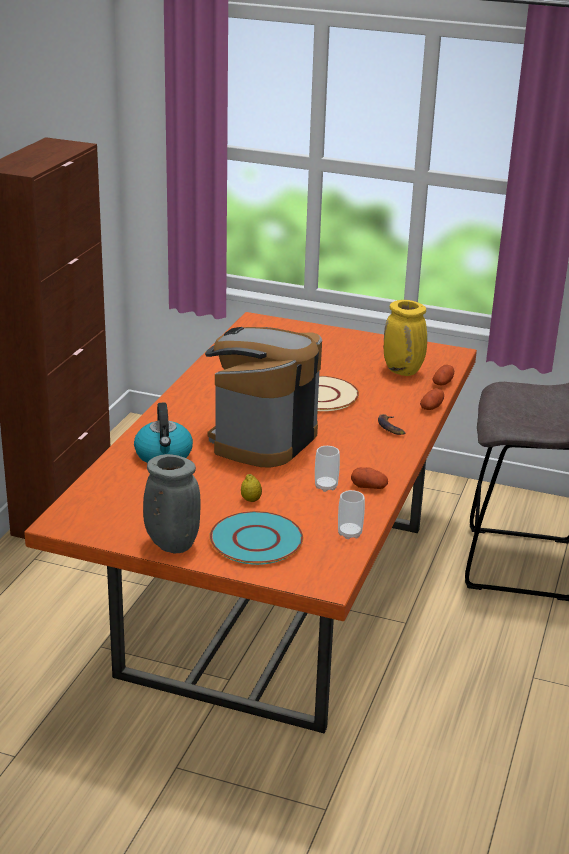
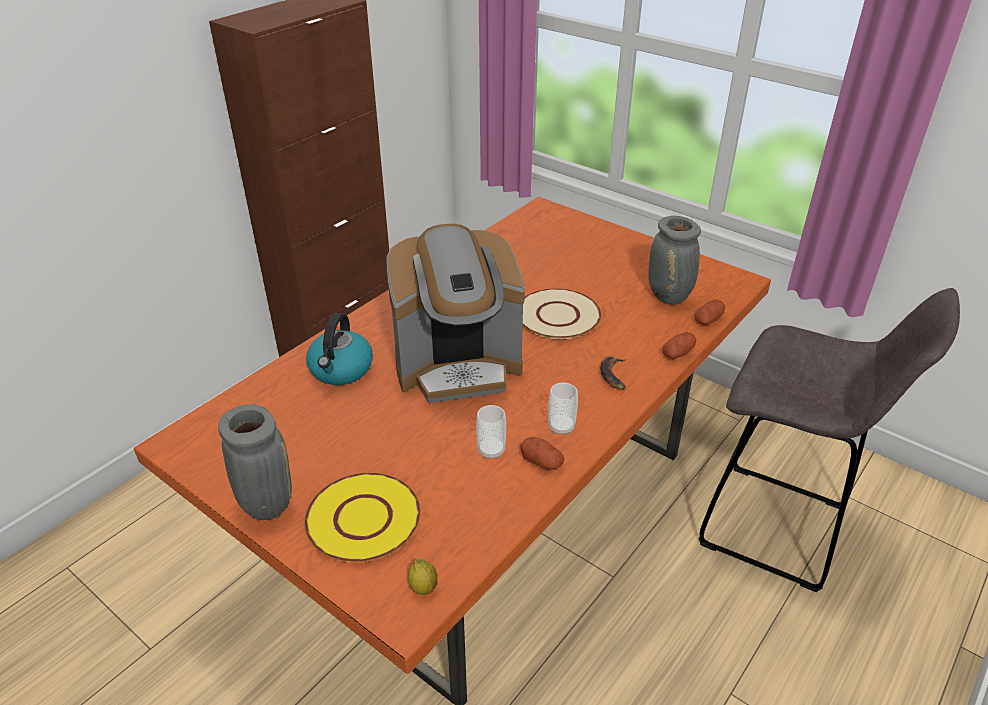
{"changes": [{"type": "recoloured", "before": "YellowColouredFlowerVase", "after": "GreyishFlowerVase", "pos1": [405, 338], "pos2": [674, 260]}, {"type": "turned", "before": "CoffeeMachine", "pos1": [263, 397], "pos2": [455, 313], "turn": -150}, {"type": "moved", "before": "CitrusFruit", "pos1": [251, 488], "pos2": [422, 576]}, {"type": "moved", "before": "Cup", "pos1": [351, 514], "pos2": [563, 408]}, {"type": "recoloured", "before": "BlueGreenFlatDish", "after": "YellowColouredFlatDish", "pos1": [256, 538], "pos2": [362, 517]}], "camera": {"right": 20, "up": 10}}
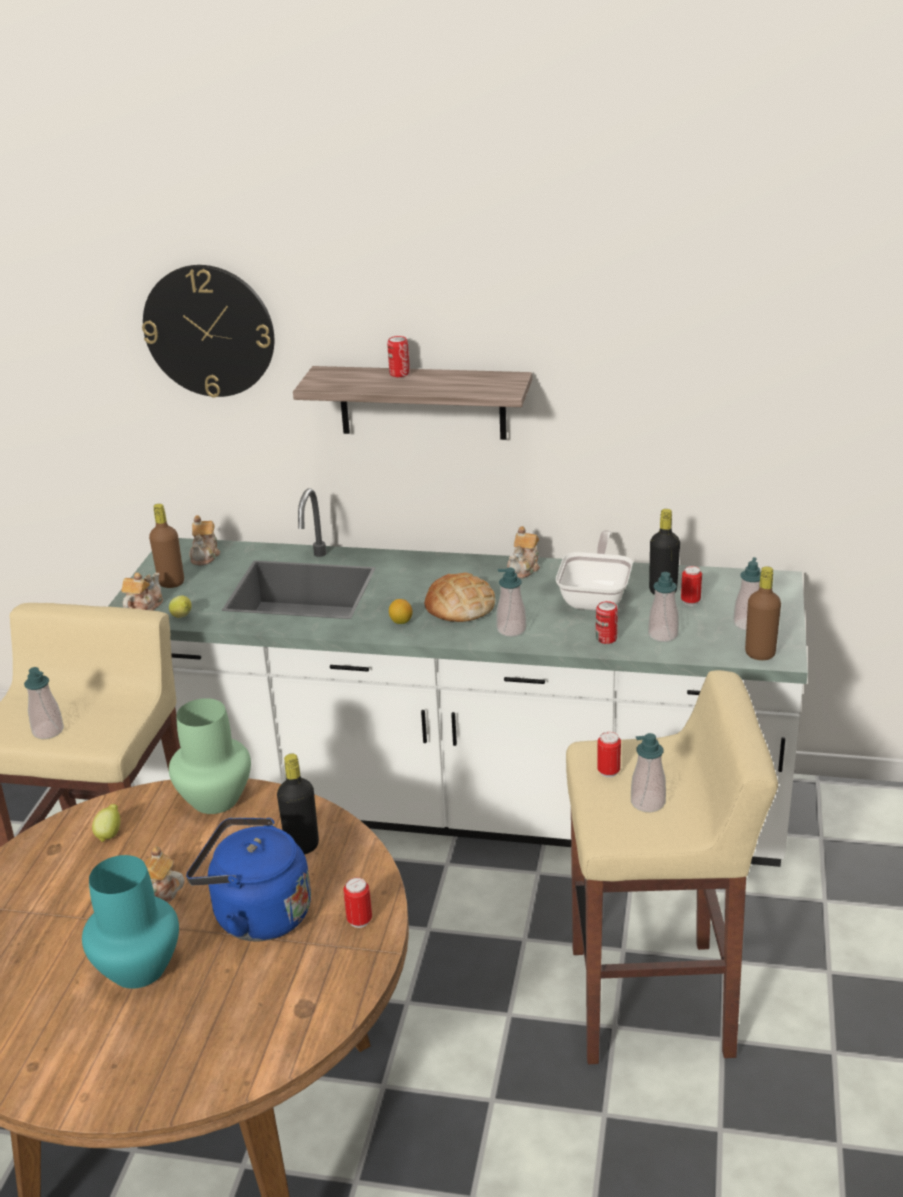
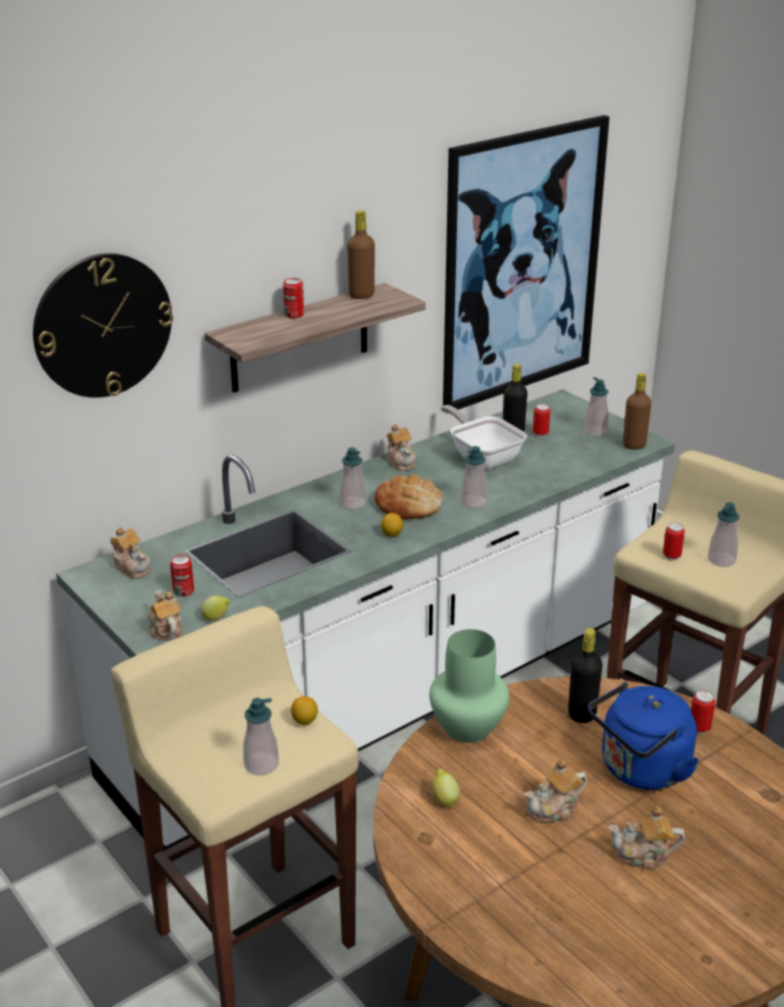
{"changes": [{"type": "moved", "before": "BrownBottle", "pos1": [166, 546], "pos2": [361, 254]}, {"type": "moved", "before": "LiquidSoapBottle", "pos1": [663, 607], "pos2": [352, 478]}, {"type": "moved", "before": "MetalCan", "pos1": [607, 622], "pos2": [182, 575]}, {"type": "replaced", "before": "BlueGreenFlowerVase", "after": "PotForTea", "pos1": [130, 922], "pos2": [646, 838]}, {"type": "added", "after": "WallArt", "pos2": [526, 262]}, {"type": "added", "after": "CitrusFruit", "pos2": [304, 710]}], "camera": {"right": -50, "up": 0}}
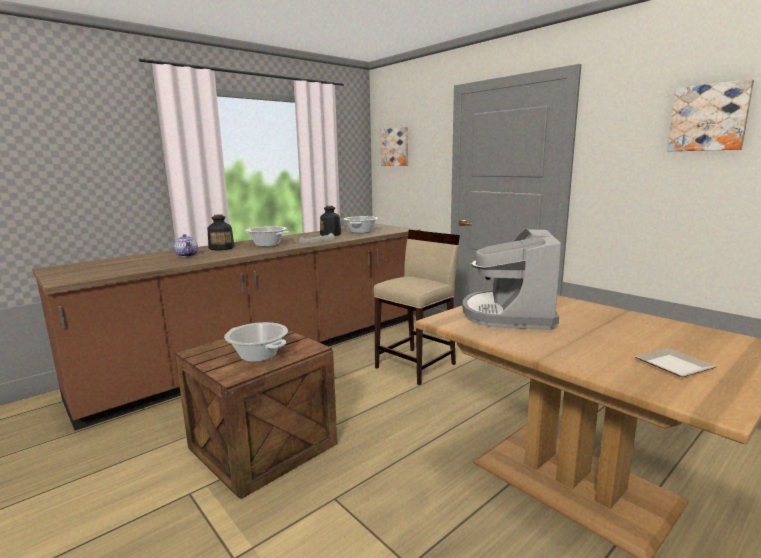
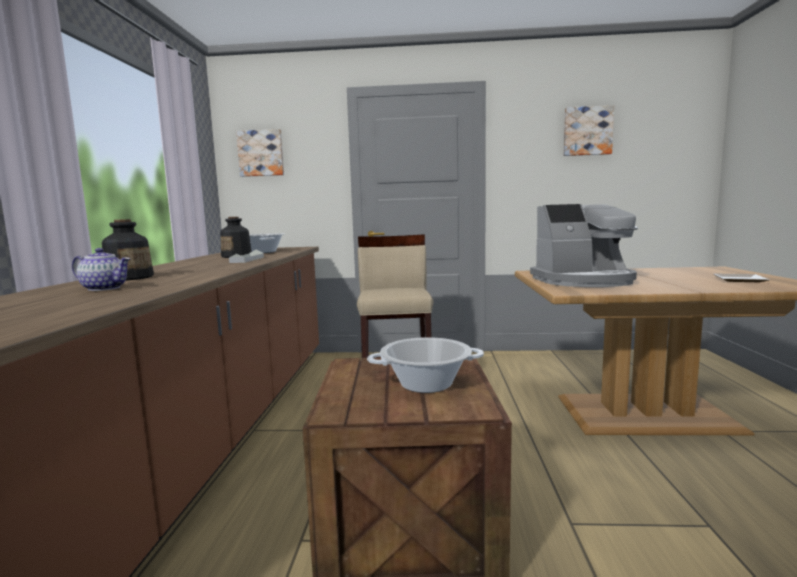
{"changes": [{"type": "removed", "before": "Saucepot", "pos1": [267, 236]}, {"type": "turned", "before": "CoffeeMachine", "pos1": [512, 279], "pos2": [584, 245], "turn": -60}], "camera": {"right": -45, "up": -5}}
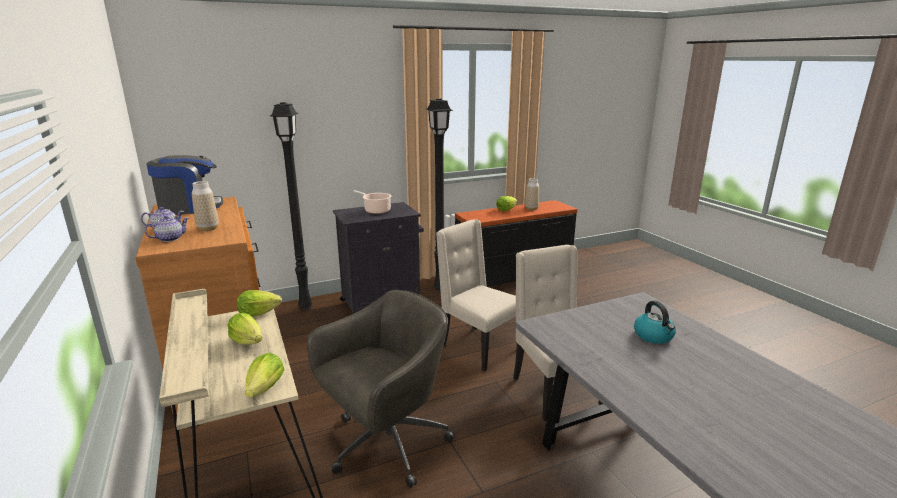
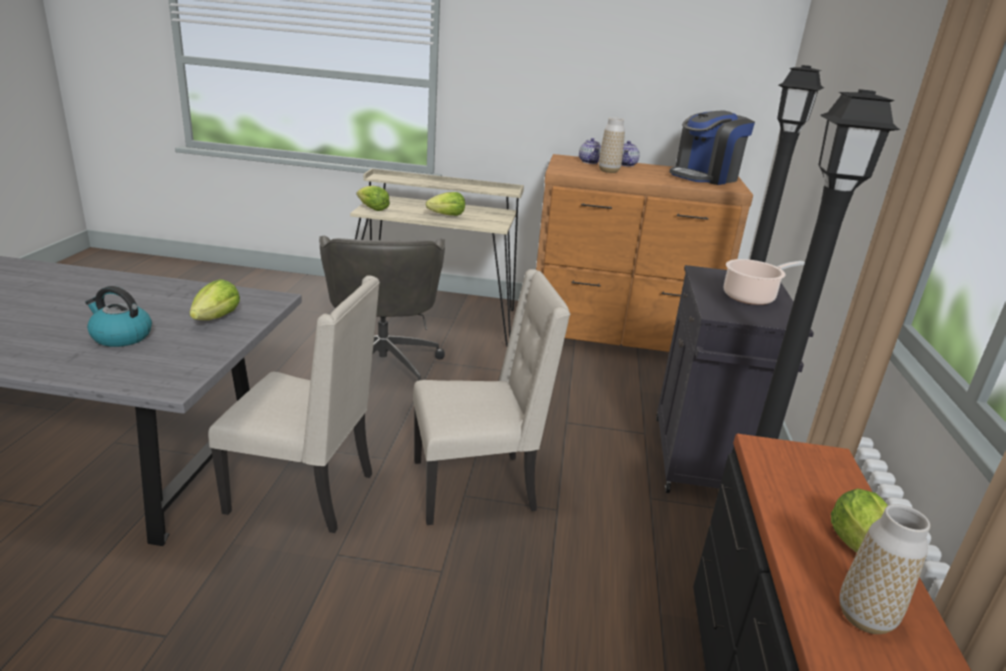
{"changes": [{"type": "turned", "before": "CoffeeMachine", "pos1": [184, 185], "pos2": [712, 147], "turn": 45}, {"type": "moved", "before": "Lettuce", "pos1": [259, 303], "pos2": [214, 299]}], "camera": {"right": 120, "up": 5}}
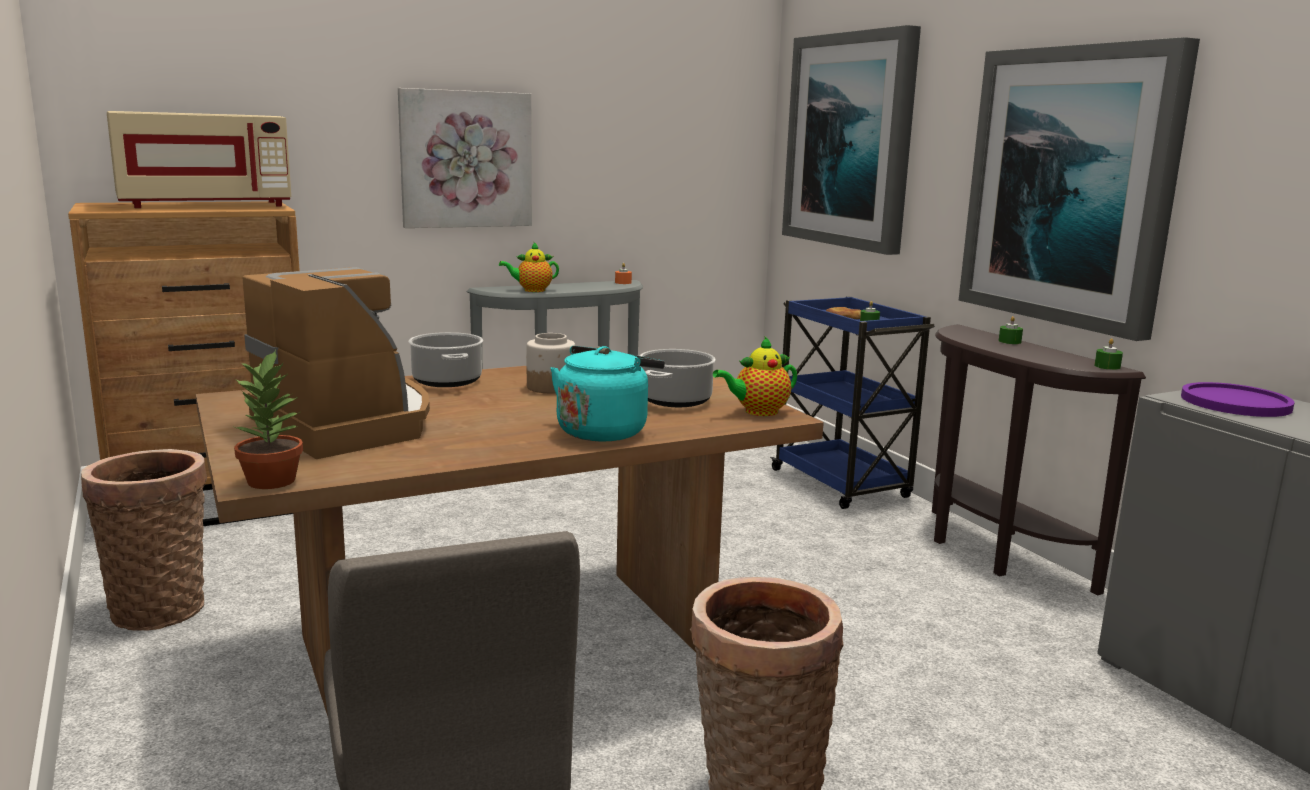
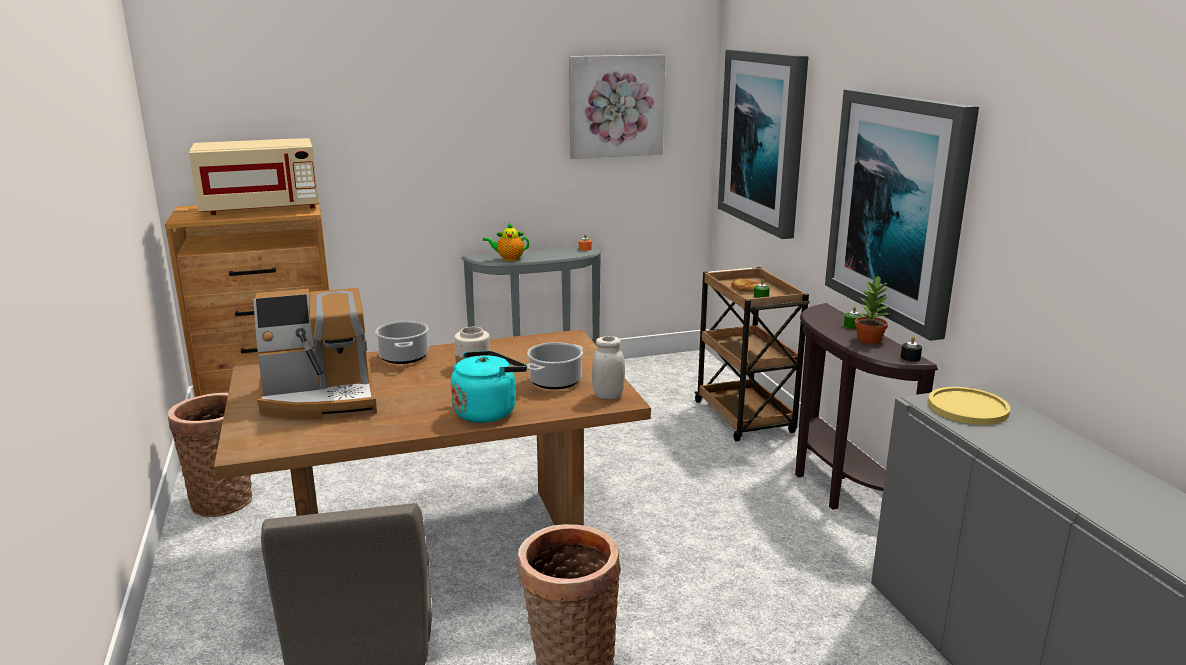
{"changes": [{"type": "moved", "before": "WallArt", "pos1": [465, 158], "pos2": [617, 107]}, {"type": "turned", "before": "CoffeeMachine", "pos1": [336, 363], "pos2": [315, 354], "turn": 105}, {"type": "recoloured", "before": "BluishTrolley", "after": "BrownTrolley", "pos1": [852, 402], "pos2": [752, 354]}, {"type": "replaced", "before": "PotForTea", "after": "WhitePreserveJar", "pos1": [755, 376], "pos2": [608, 367]}, {"type": "recoloured", "before": "GreenCandle", "after": "BlackCandle", "pos1": [1108, 354], "pos2": [911, 349]}, {"type": "moved", "before": "PlantInAPot", "pos1": [267, 419], "pos2": [872, 309]}, {"type": "recoloured", "before": "PurplishFlatDish", "after": "YellowColouredFlatDish", "pos1": [1238, 399], "pos2": [969, 406]}], "camera": {"right": 10, "up": 5}}
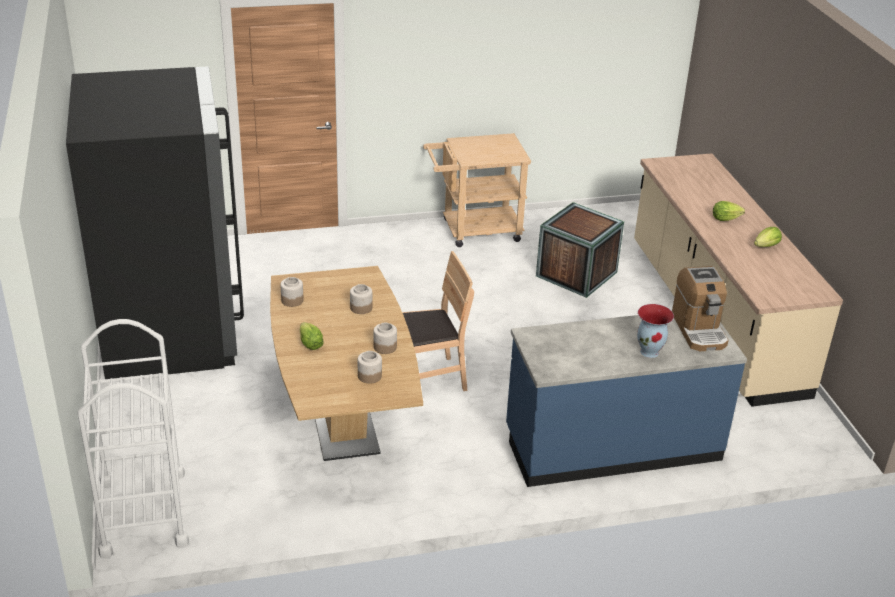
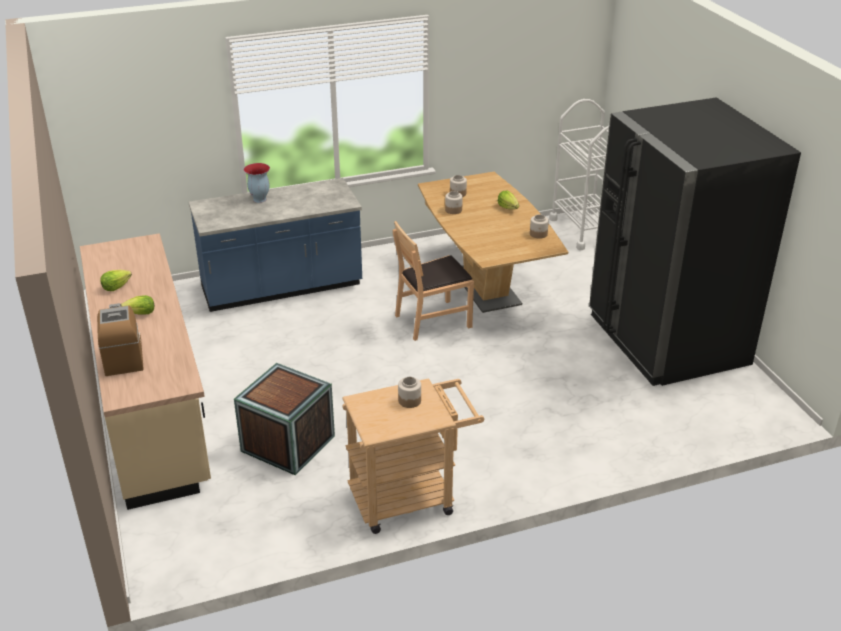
{"changes": [{"type": "moved", "before": "CoffeeMachine", "pos1": [700, 308], "pos2": [120, 339]}, {"type": "moved", "before": "PreserveJar", "pos1": [361, 299], "pos2": [409, 392]}], "camera": {"right": 175, "up": 0}}
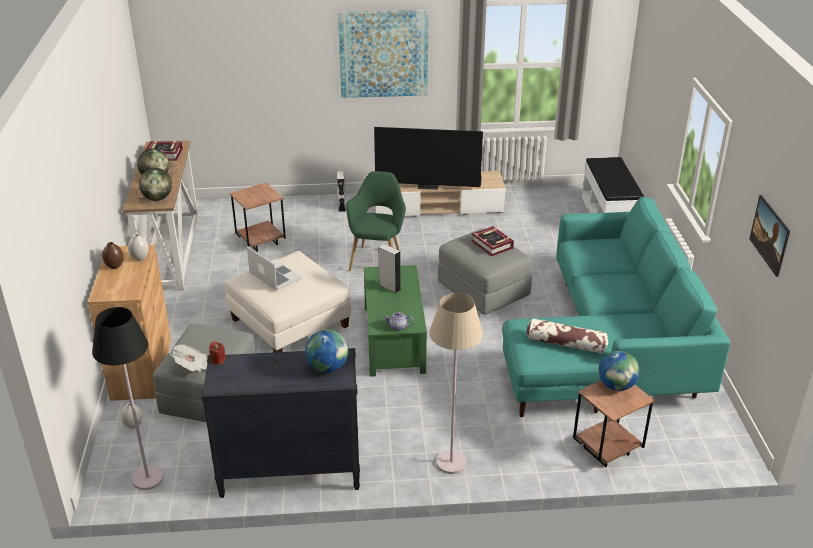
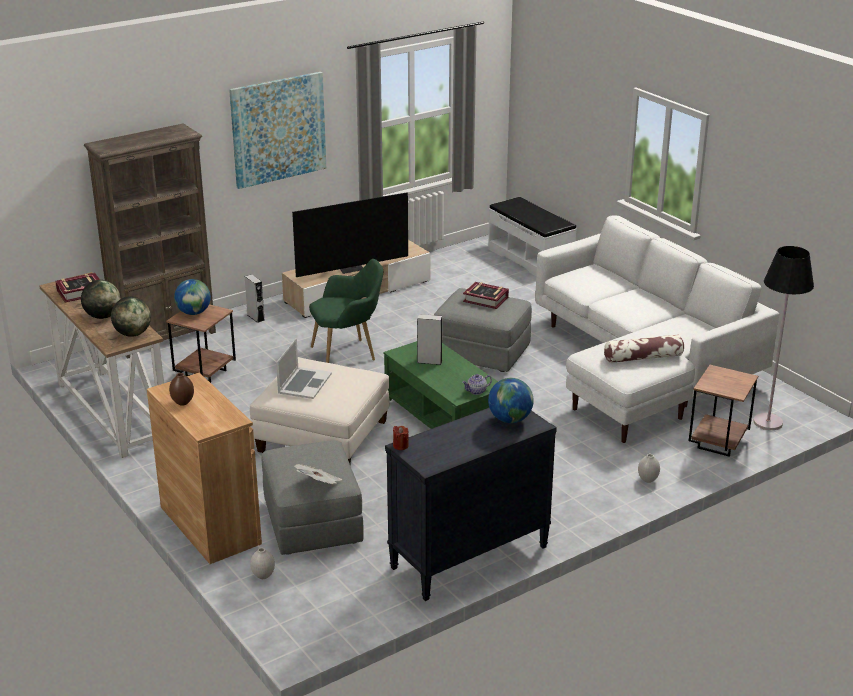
{"changes": [{"type": "turned", "before": "GreenEasyChair", "pos1": [376, 221], "pos2": [346, 311], "turn": 90}, {"type": "removed", "before": "WallArt", "pos1": [769, 236]}, {"type": "recoloured", "before": "BlueGreenSofa", "after": "WhiteSofa", "pos1": [616, 307], "pos2": [657, 329]}, {"type": "moved", "before": "WhiteFlowerVase", "pos1": [138, 247], "pos2": [649, 468]}, {"type": "turned", "before": "Laptop", "pos1": [274, 268], "pos2": [304, 368], "turn": 90}, {"type": "removed", "before": "SandColouredStandingLamp", "pos1": [456, 383]}, {"type": "moved", "before": "BlackStandingLamp", "pos1": [128, 398], "pos2": [783, 338]}, {"type": "moved", "before": "WorldGlobe", "pos1": [619, 371], "pos2": [192, 297]}, {"type": "added", "after": "BrownBookshelf", "pos2": [150, 241]}], "camera": {"right": -30, "up": -5}}
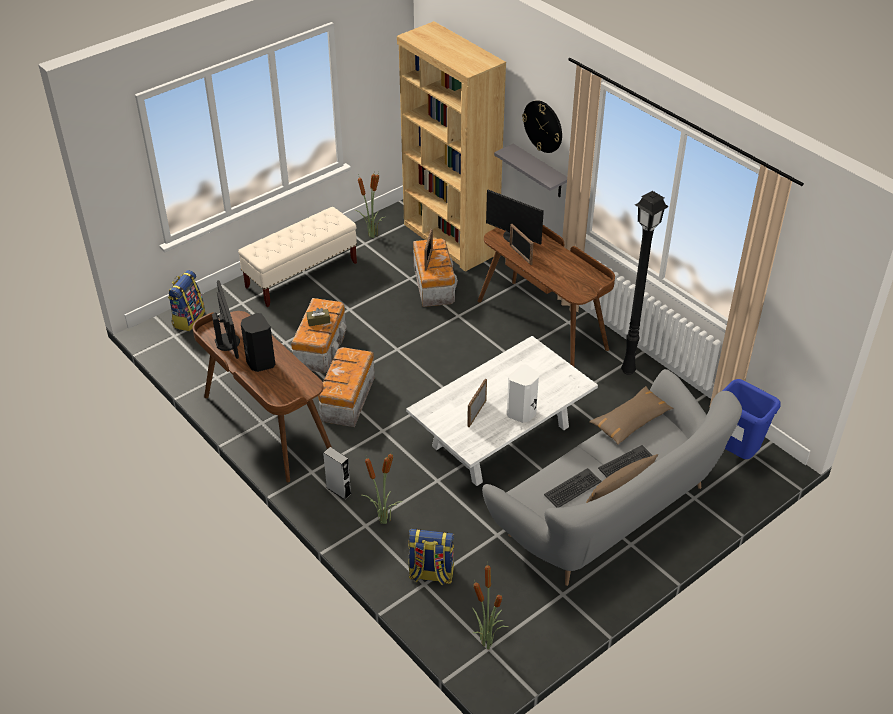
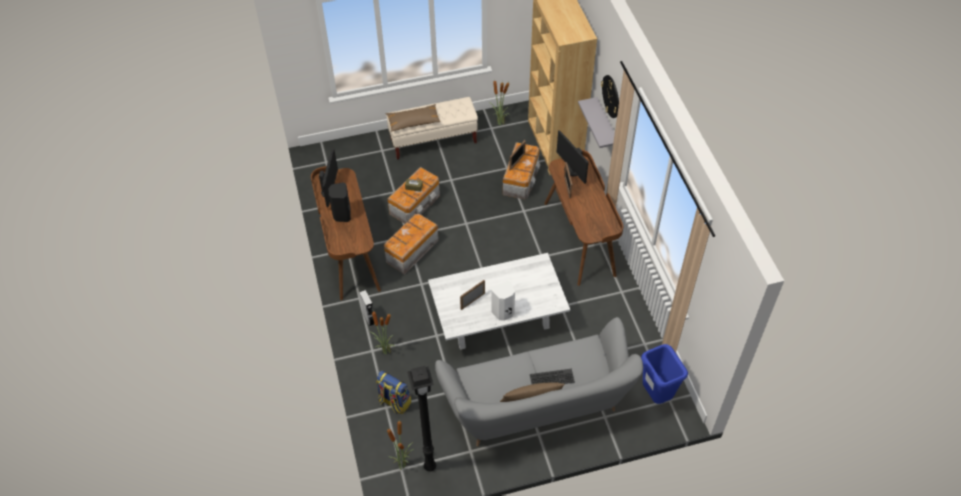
{"changes": [{"type": "moved", "before": "BlackStandingLamp", "pos1": [645, 283], "pos2": [421, 419]}, {"type": "removed", "before": "Knapsack", "pos1": [186, 300]}, {"type": "moved", "before": "BrownPillow", "pos1": [631, 415], "pos2": [413, 118]}, {"type": "removed", "before": "PcKeyboard", "pos1": [573, 488]}], "camera": {"right": 25, "up": 10}}
